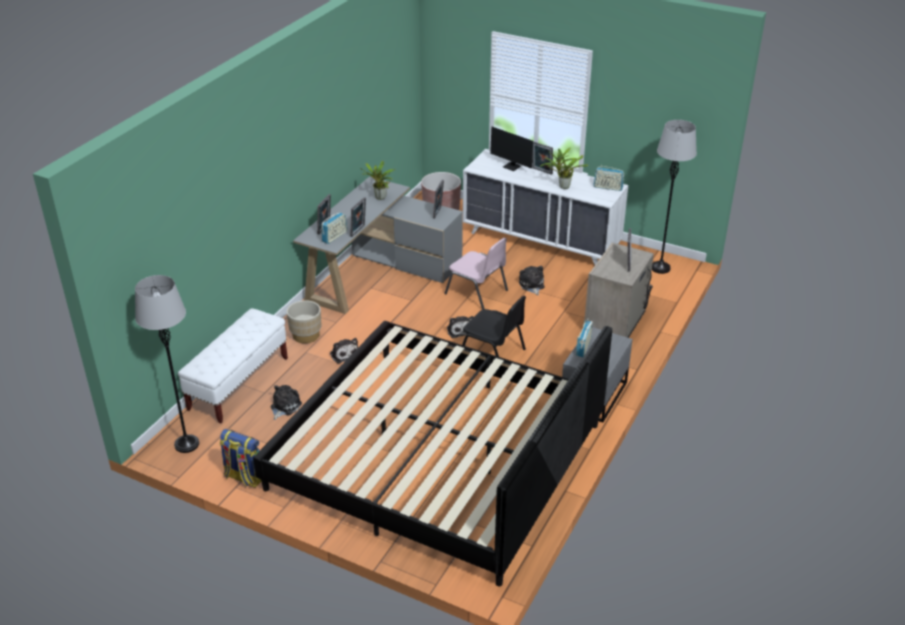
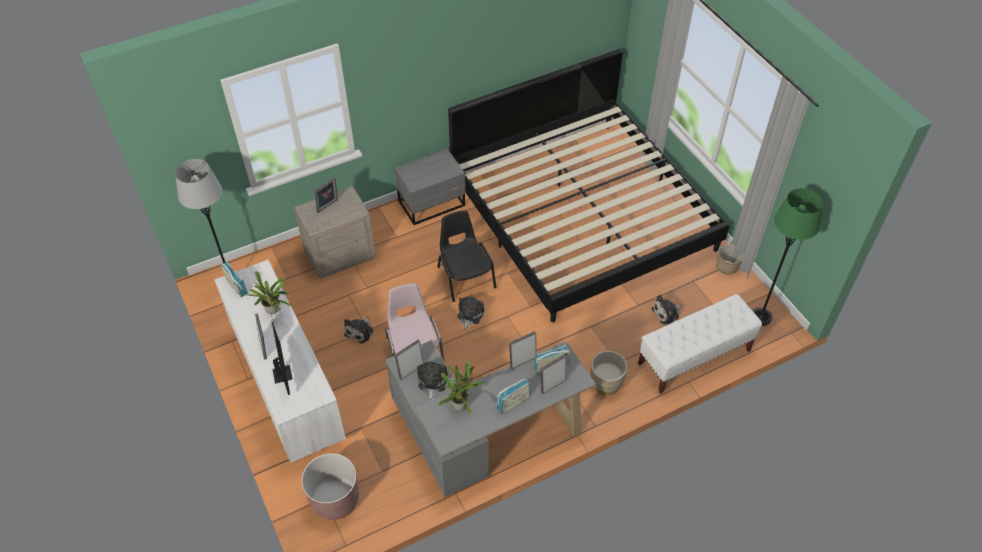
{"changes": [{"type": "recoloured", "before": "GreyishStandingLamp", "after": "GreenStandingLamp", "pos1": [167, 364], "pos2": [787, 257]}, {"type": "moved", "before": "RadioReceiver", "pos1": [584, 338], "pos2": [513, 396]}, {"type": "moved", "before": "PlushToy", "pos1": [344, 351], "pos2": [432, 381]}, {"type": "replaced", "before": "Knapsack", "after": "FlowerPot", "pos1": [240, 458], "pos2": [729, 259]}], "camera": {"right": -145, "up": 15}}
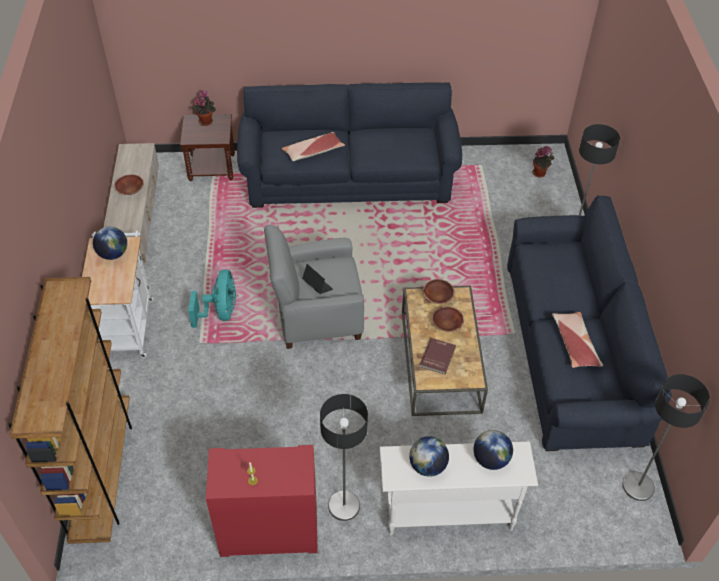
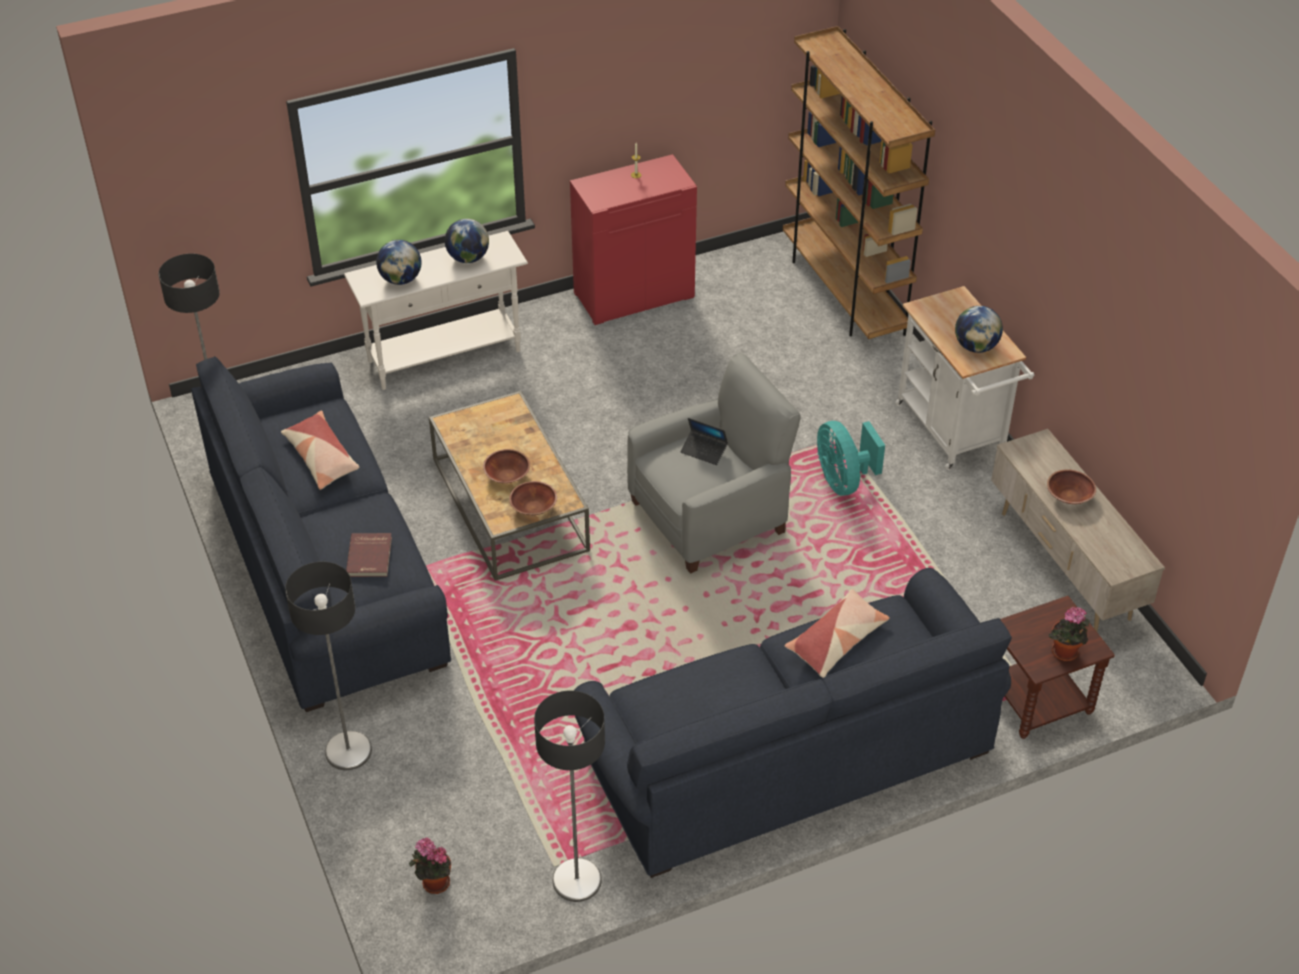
{"changes": [{"type": "moved", "before": "ReddishBoundBook", "pos1": [438, 356], "pos2": [369, 555]}, {"type": "moved", "before": "StandingLamp", "pos1": [344, 457], "pos2": [569, 796]}], "camera": {"right": 160, "up": -5}}
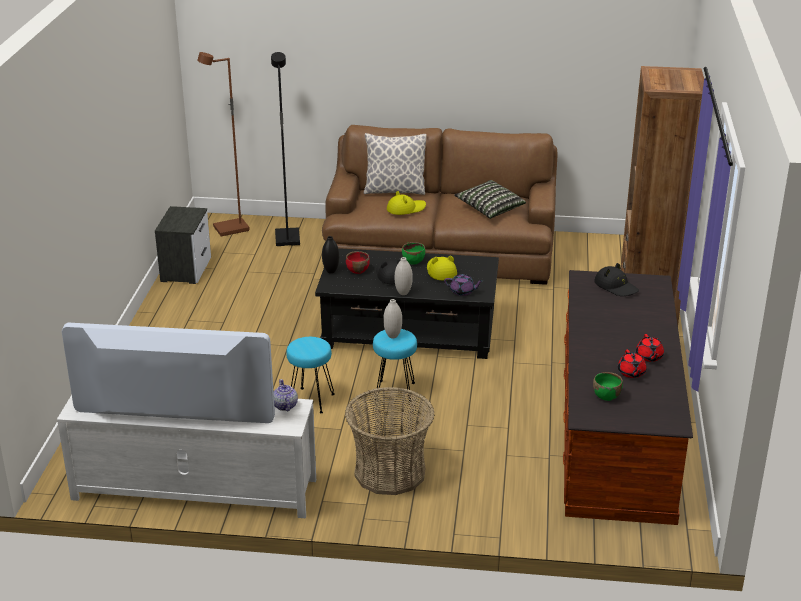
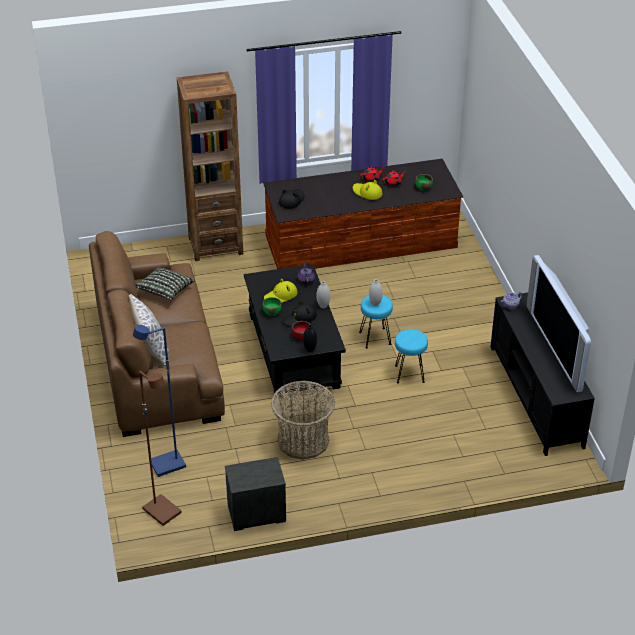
{"changes": [{"type": "recoloured", "before": "BlackStandingLamp", "after": "BluishStandingLamp", "pos1": [285, 149], "pos2": [159, 401]}, {"type": "moved", "before": "YellowColouredHat", "pos1": [406, 203], "pos2": [367, 190]}, {"type": "moved", "before": "Basket", "pos1": [390, 441], "pos2": [303, 420]}, {"type": "recoloured", "before": "WhiteMediaConsole", "after": "BlackMediaConsole", "pos1": [186, 456], "pos2": [542, 374]}], "camera": {"right": -110, "up": 10}}
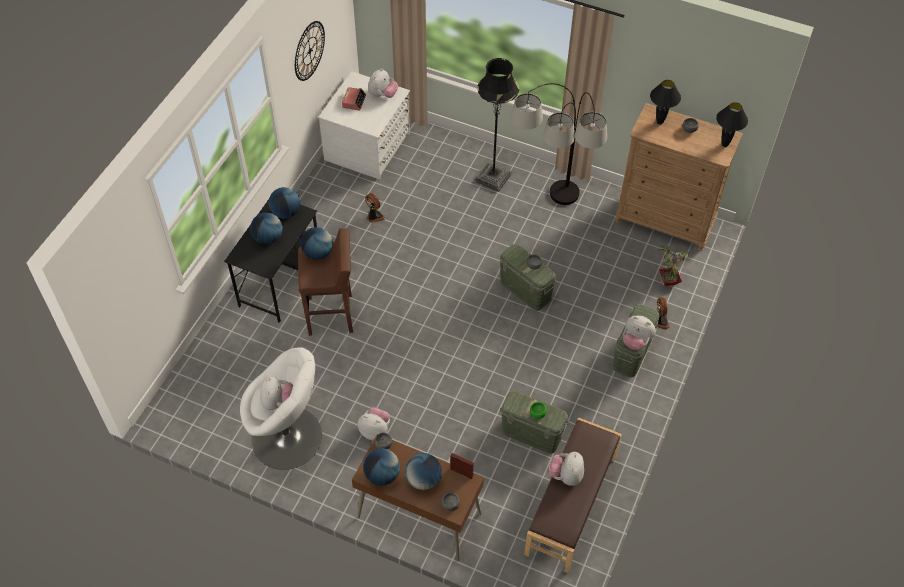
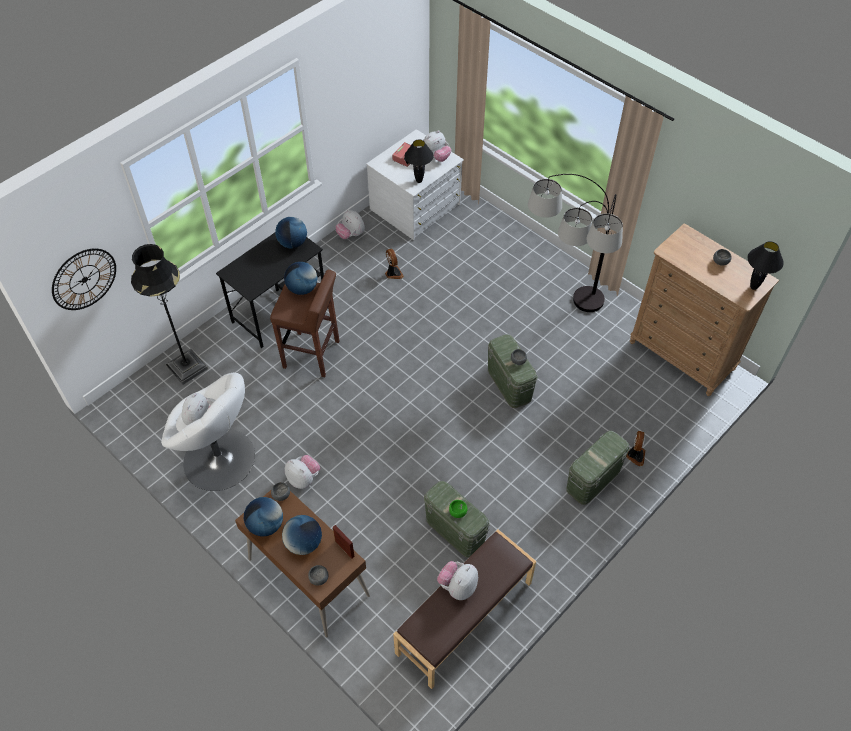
{"changes": [{"type": "moved", "before": "ClockOnTheWall", "pos1": [310, 51], "pos2": [84, 279]}, {"type": "moved", "before": "BlackStandingLamp", "pos1": [497, 125], "pos2": [169, 314]}, {"type": "moved", "before": "BlackLampForATable", "pos1": [665, 102], "pos2": [419, 161]}, {"type": "removed", "before": "WorldGlobe", "pos1": [266, 229]}, {"type": "removed", "before": "PlantInAPot", "pos1": [673, 266]}, {"type": "moved", "before": "PlushToy", "pos1": [639, 333], "pos2": [350, 224]}], "camera": {"right": 20, "up": 0}}
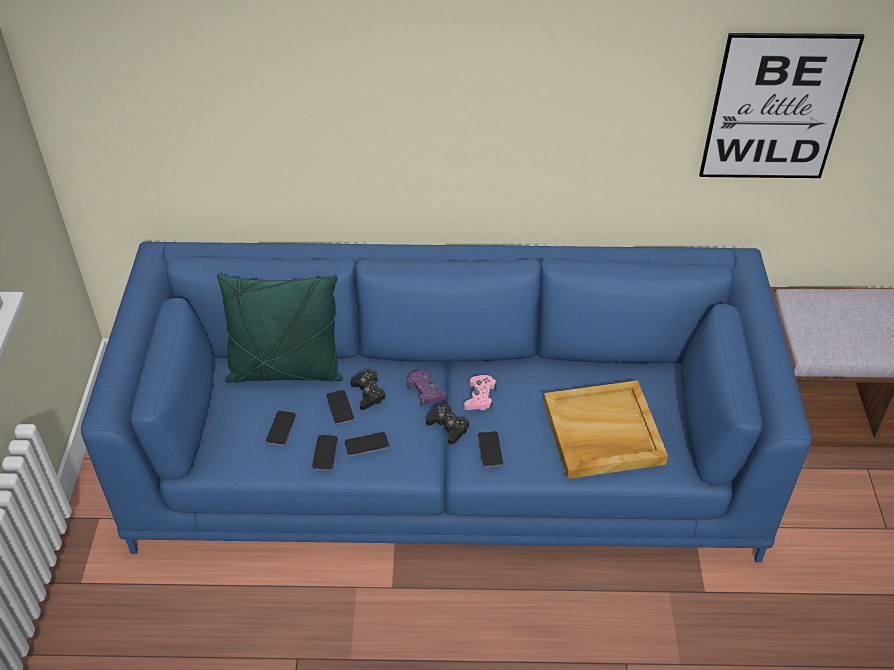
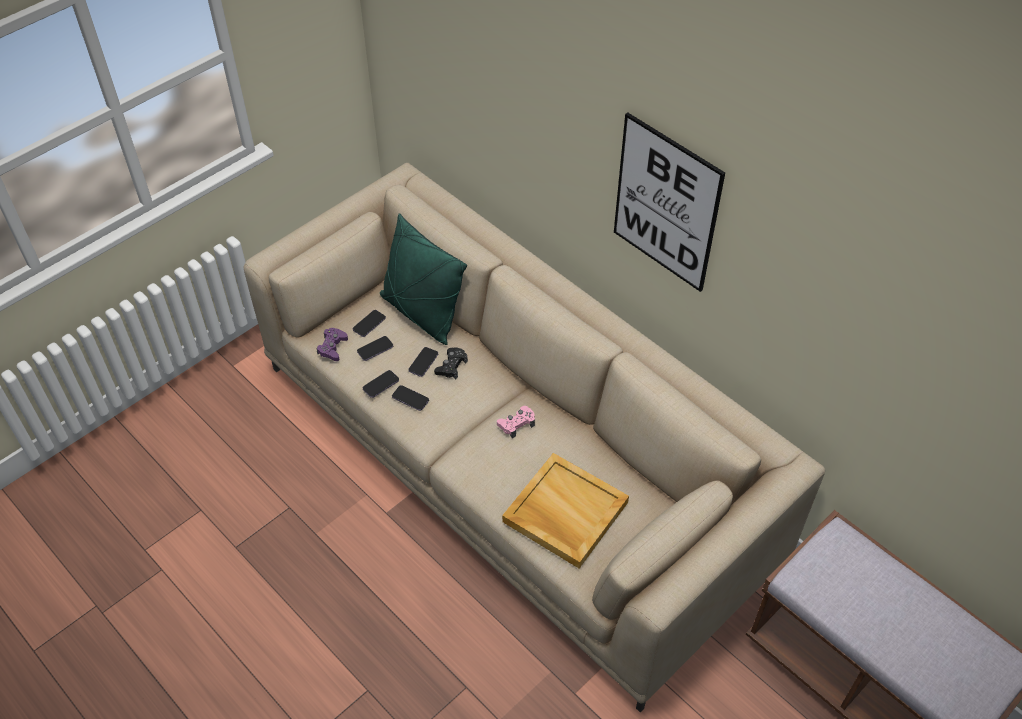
{"changes": [{"type": "moved", "before": "WallArt", "pos1": [781, 105], "pos2": [669, 202]}, {"type": "recoloured", "before": "BluishSofa", "after": "SandColouredSofa", "pos1": [446, 402], "pos2": [534, 437]}, {"type": "moved", "before": "PurplishJoypad", "pos1": [427, 389], "pos2": [332, 344]}, {"type": "removed", "before": "BlackJoypad", "pos1": [447, 423]}, {"type": "moved", "before": "Phone", "pos1": [490, 449], "pos2": [369, 323]}], "camera": {"right": 45, "up": 5}}
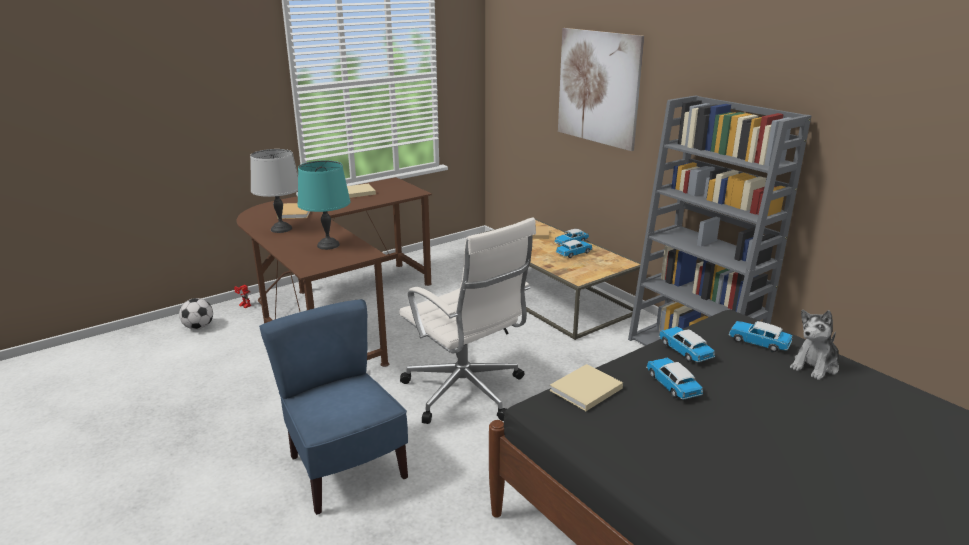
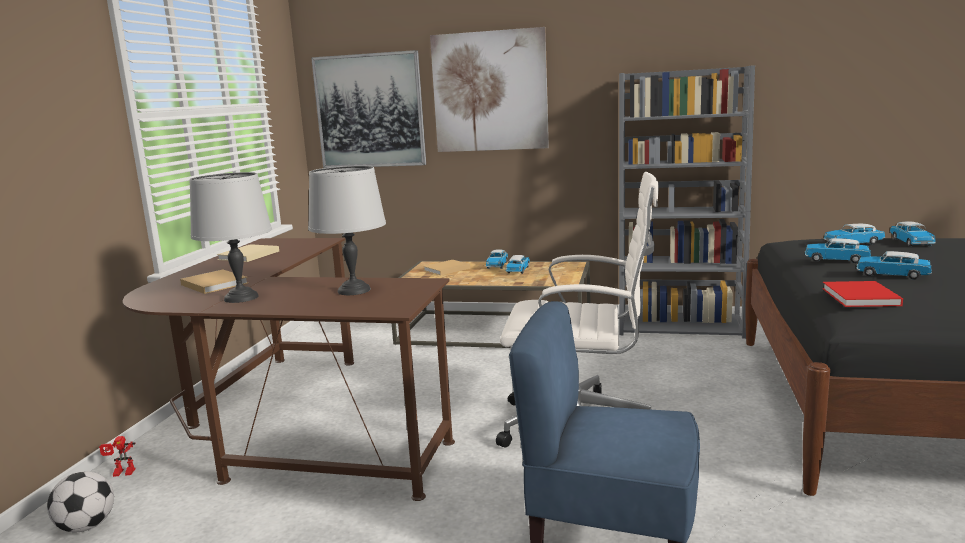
{"changes": [{"type": "recoloured", "before": "BlueGreenLampForATable", "after": "GreyishLampForATable", "pos1": [324, 205], "pos2": [347, 230]}, {"type": "replaced", "before": "PlushToy", "after": "MiniatureCar", "pos1": [814, 345], "pos2": [913, 234]}, {"type": "recoloured", "before": "SandColouredBoundBook", "after": "ReddishBoundBook", "pos1": [586, 387], "pos2": [862, 294]}, {"type": "added", "after": "WallArt", "pos2": [368, 109]}], "camera": {"right": -40, "up": -10}}
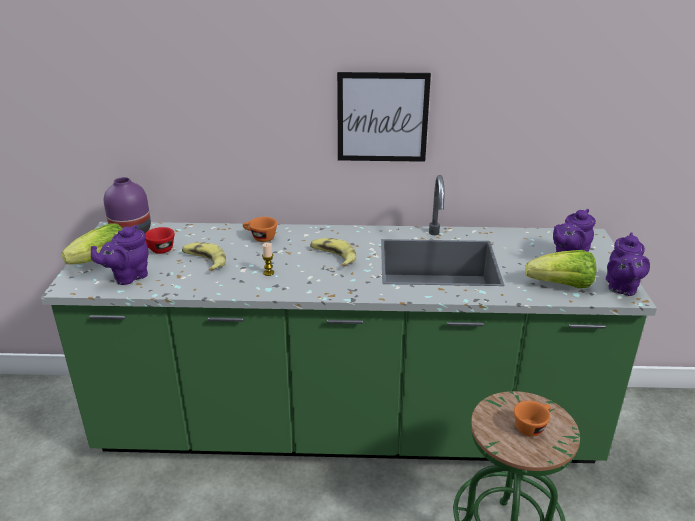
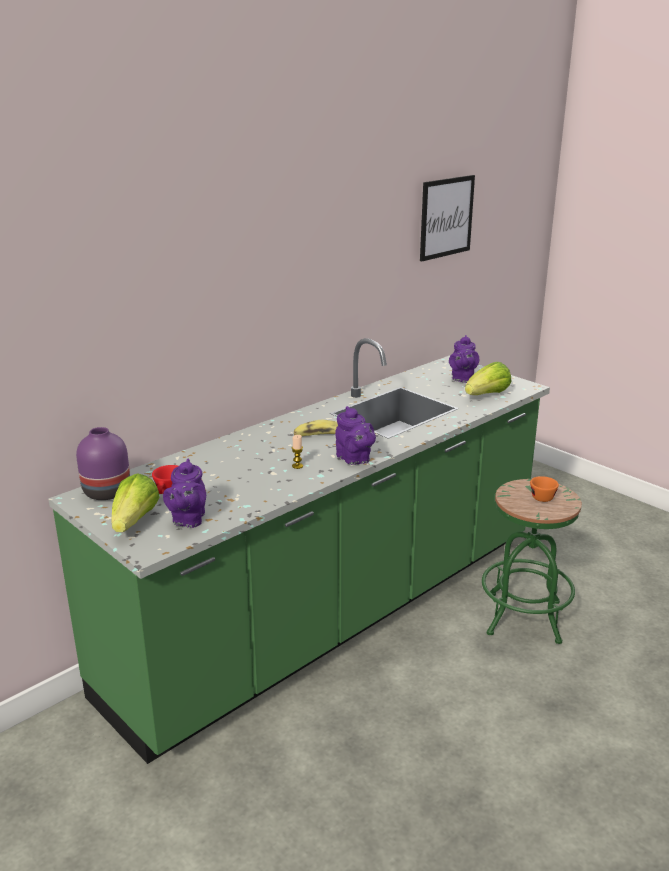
{"changes": [{"type": "moved", "before": "WallArt", "pos1": [384, 117], "pos2": [447, 218]}, {"type": "removed", "before": "OrangeyCup", "pos1": [260, 229]}, {"type": "moved", "before": "PurplishPotForTea", "pos1": [628, 264], "pos2": [355, 435]}, {"type": "removed", "before": "BananaFruit", "pos1": [204, 256]}], "camera": {"right": -45, "up": -5}}
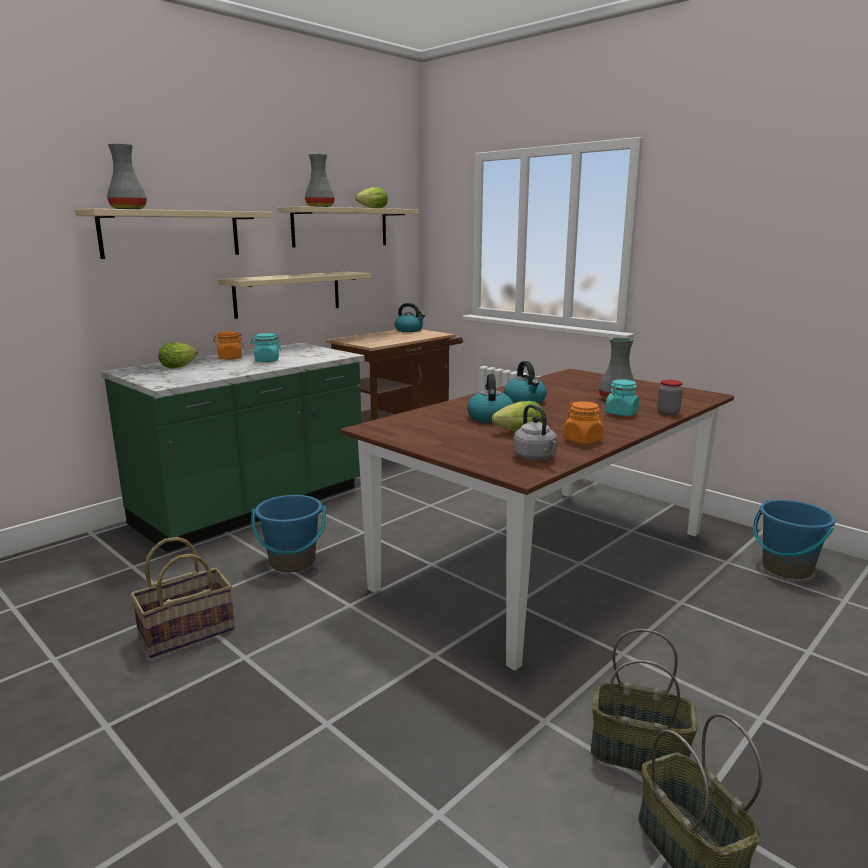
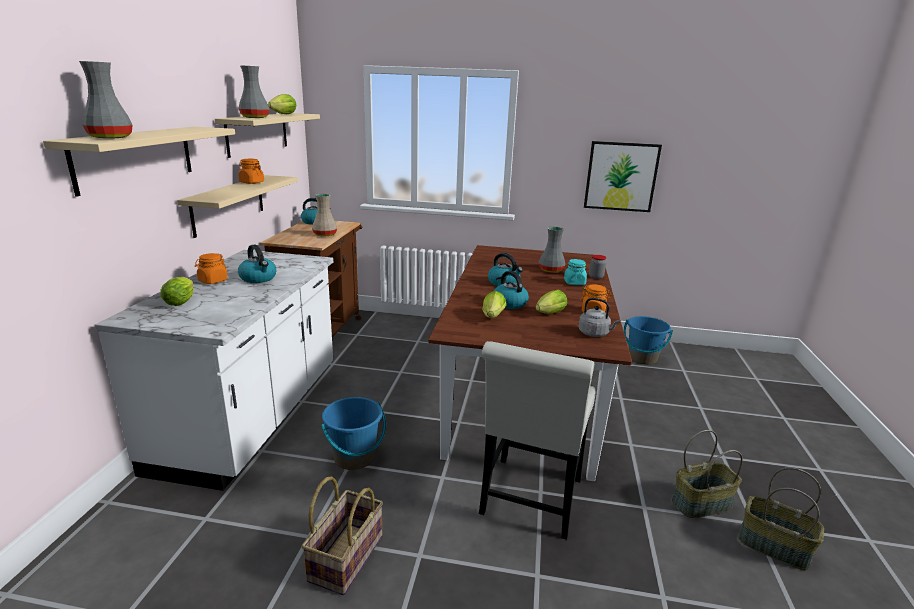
{"changes": [{"type": "replaced", "before": "BlueGreenPreserveJar", "after": "TeaKettle", "pos1": [265, 347], "pos2": [257, 263]}, {"type": "recoloured", "before": "GreenKitchenBaseUnit", "after": "WhiteKitchenBaseUnit", "pos1": [233, 447], "pos2": [214, 370]}, {"type": "added", "after": "WallArt", "pos2": [623, 176]}, {"type": "added", "after": "OrangeyPreserveJar", "pos2": [251, 171]}, {"type": "added", "after": "SandColouredFlowerVase", "pos2": [324, 215]}, {"type": "added", "after": "Lettuce", "pos2": [494, 304]}, {"type": "added", "after": "WhitePlainChair", "pos2": [537, 440]}], "camera": {"right": -35, "up": 5}}
